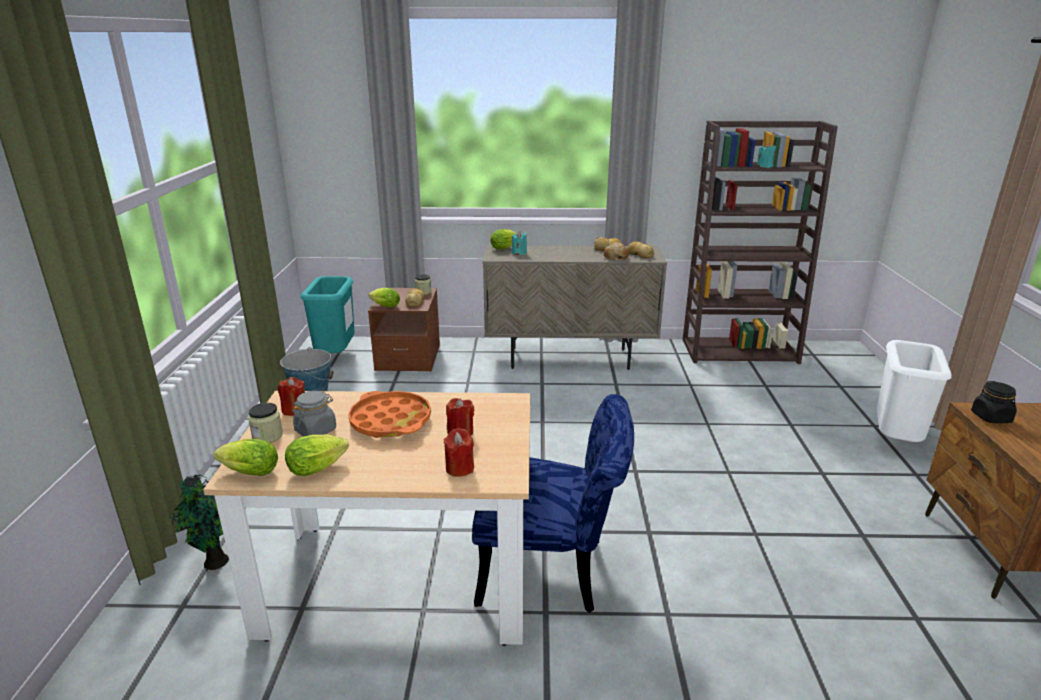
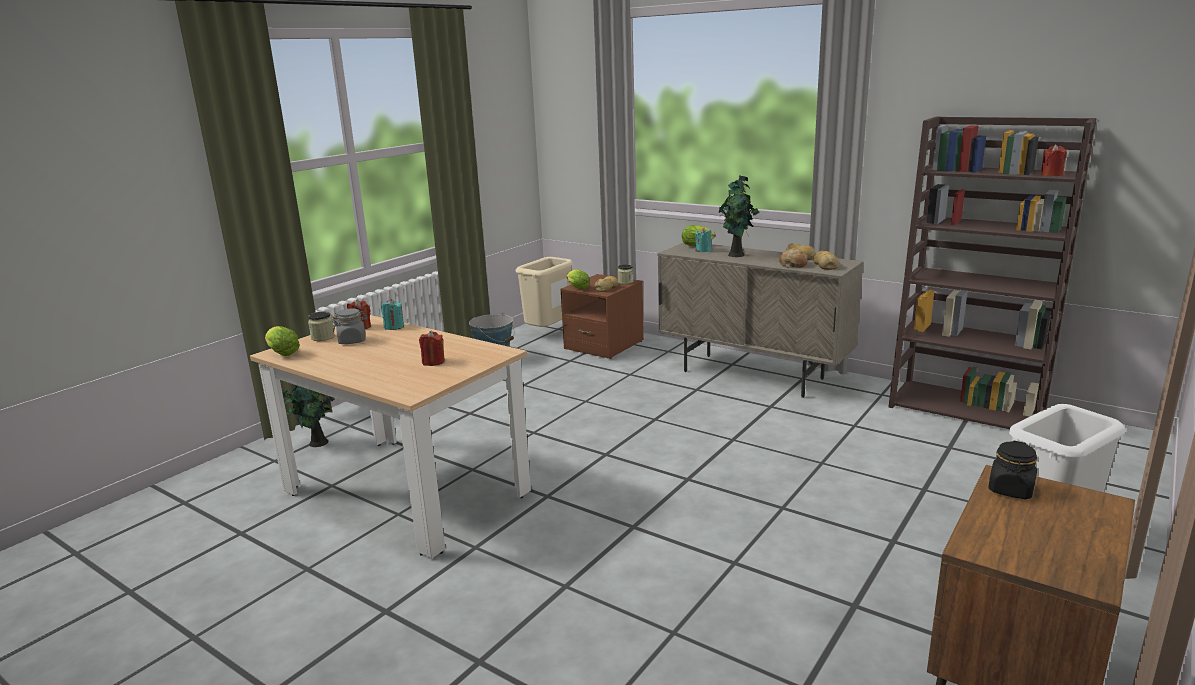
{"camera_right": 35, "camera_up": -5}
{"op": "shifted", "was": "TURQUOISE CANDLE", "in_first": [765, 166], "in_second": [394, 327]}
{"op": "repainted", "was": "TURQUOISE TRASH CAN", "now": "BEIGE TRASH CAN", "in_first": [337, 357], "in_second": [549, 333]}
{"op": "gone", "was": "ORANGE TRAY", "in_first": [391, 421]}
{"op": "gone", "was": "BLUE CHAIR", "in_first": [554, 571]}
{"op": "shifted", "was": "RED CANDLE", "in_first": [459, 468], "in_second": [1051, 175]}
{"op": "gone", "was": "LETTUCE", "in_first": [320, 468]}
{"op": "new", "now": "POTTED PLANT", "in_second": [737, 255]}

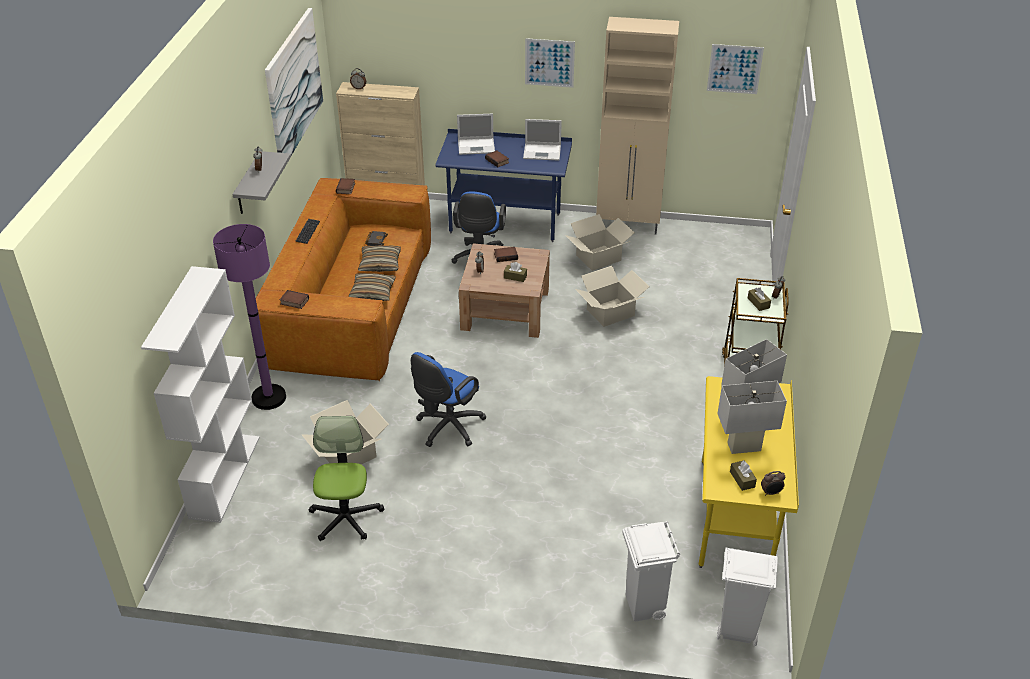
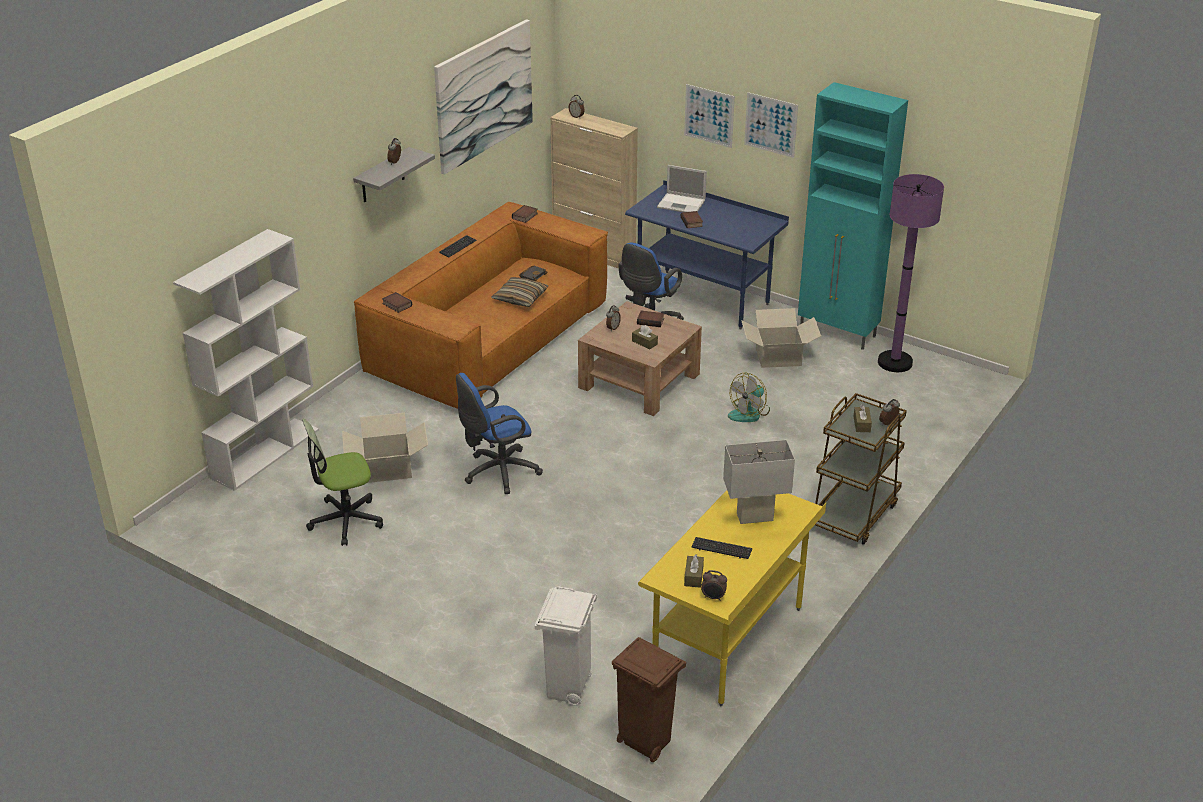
{"camera_right": 25, "camera_up": -5}
{"op": "repainted", "was": "BEIGE CABINET", "now": "TURQUOISE CABINET", "in_first": [628, 225], "in_second": [838, 333]}
{"op": "shifted", "was": "PICTURE", "in_first": [734, 69], "in_second": [709, 115]}
{"op": "gone", "was": "LAPTOP", "in_first": [543, 152]}
{"op": "shifted", "was": "PURPLE FLOOR LAMP", "in_first": [269, 398], "in_second": [895, 362]}
{"op": "swapped", "was": "CARDBOARD BOX", "now": "FAN", "in_first": [611, 312], "in_second": [749, 413]}
{"op": "gone", "was": "PILLOW", "in_first": [372, 292]}
{"op": "swapped", "was": "WHITE TABLE LAMP", "now": "KEYBOARD", "in_first": [744, 447], "in_second": [721, 549]}
{"op": "rotated", "was": "OFFICE CHAIR", "in_first": [345, 517], "in_second": [345, 520], "clockwise": -135}
{"op": "repainted", "was": "WHITE TRASH CAN", "now": "BROWN TRASH CAN", "in_first": [736, 631], "in_second": [644, 743]}

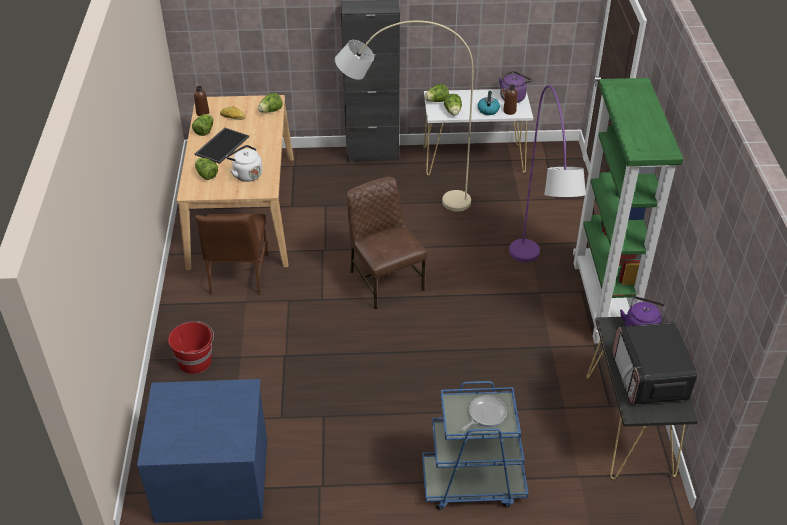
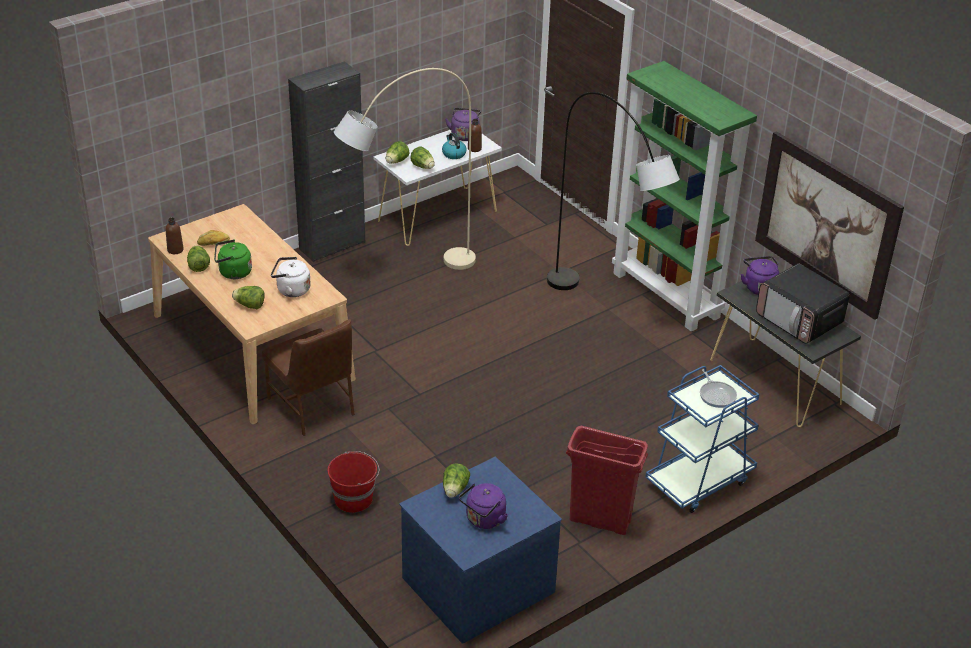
{"camera_right": -35, "camera_up": -5}
{"op": "repainted", "was": "PURPLE FLOOR LAMP", "now": "GREY FLOOR LAMP", "in_first": [534, 292], "in_second": [604, 310]}
{"op": "shifted", "was": "LETTUCE", "in_first": [271, 111], "in_second": [455, 490]}
{"op": "swapped", "was": "TRAY", "now": "GREEN KETTLE", "in_first": [221, 145], "in_second": [233, 273]}
{"op": "gone", "was": "BROWN CHAIR", "in_first": [385, 280]}
{"op": "rotated", "was": "FRYING PAN", "in_first": [485, 414], "in_second": [716, 395], "clockwise": 150}
{"op": "new", "now": "PICTURE", "in_second": [826, 224]}
{"op": "new", "now": "RED TRASH CAN", "in_second": [599, 521]}
{"op": "new", "now": "PURPLE KETTLE", "in_second": [484, 520]}

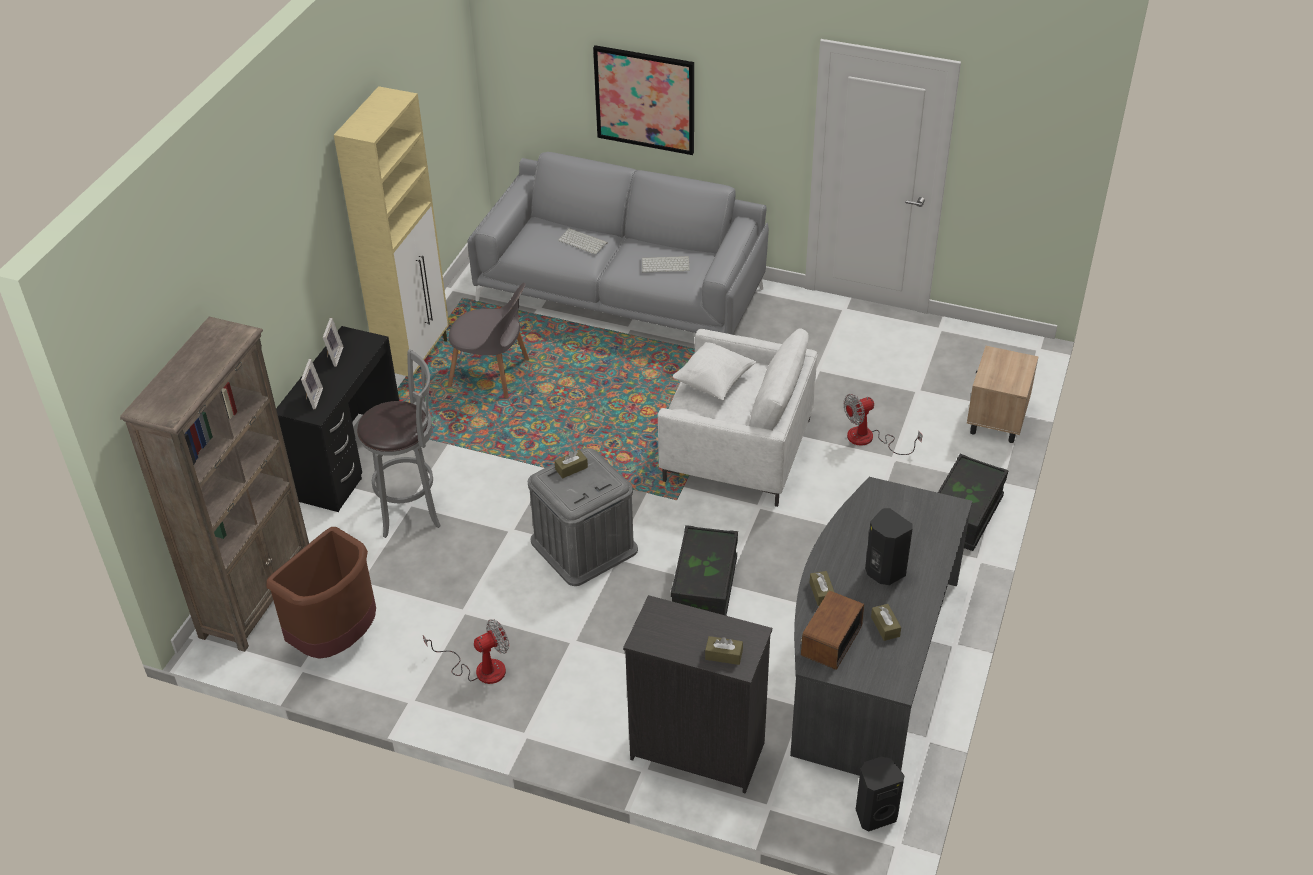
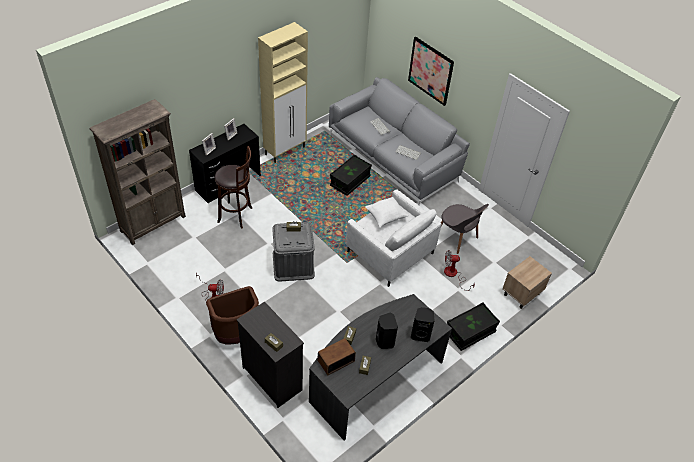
{"camera_right": 25, "camera_up": 5}
{"op": "shifted", "was": "GREY CHAIR", "in_first": [492, 374], "in_second": [457, 238]}
{"op": "repainted", "was": "GREY STOOL", "now": "BROWN STOOL", "in_first": [412, 509], "in_second": [237, 215]}
{"op": "shifted", "was": "BLACK STORAGE BOX", "in_first": [705, 588], "in_second": [350, 181]}
{"op": "shifted", "was": "BROWN TRASH CAN", "in_first": [337, 637], "in_second": [237, 335]}
{"op": "shifted", "was": "BLACK SPEAKER", "in_first": [875, 814], "in_second": [420, 334]}

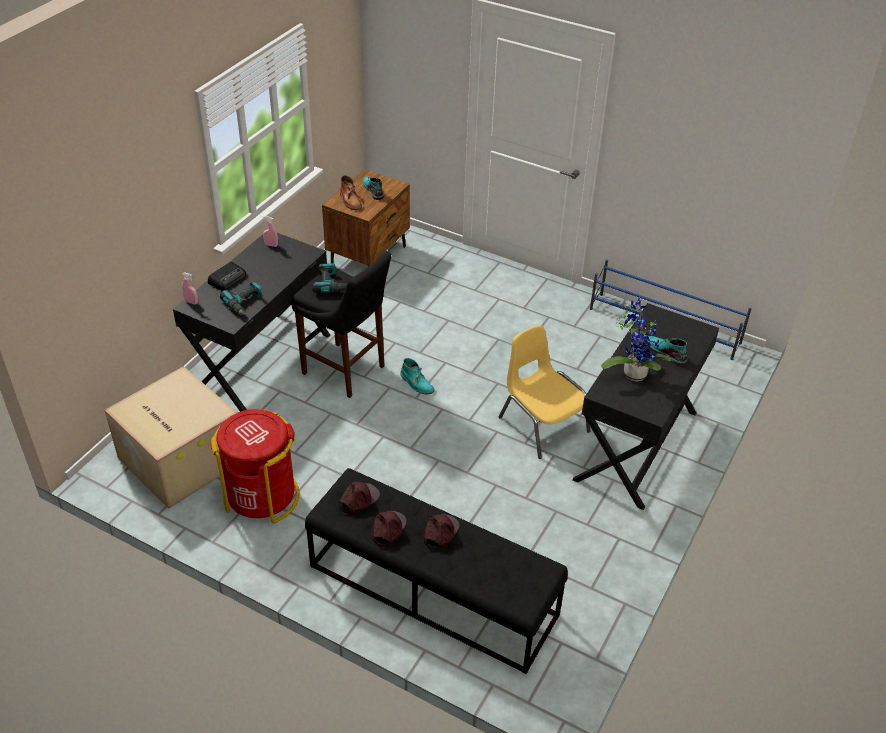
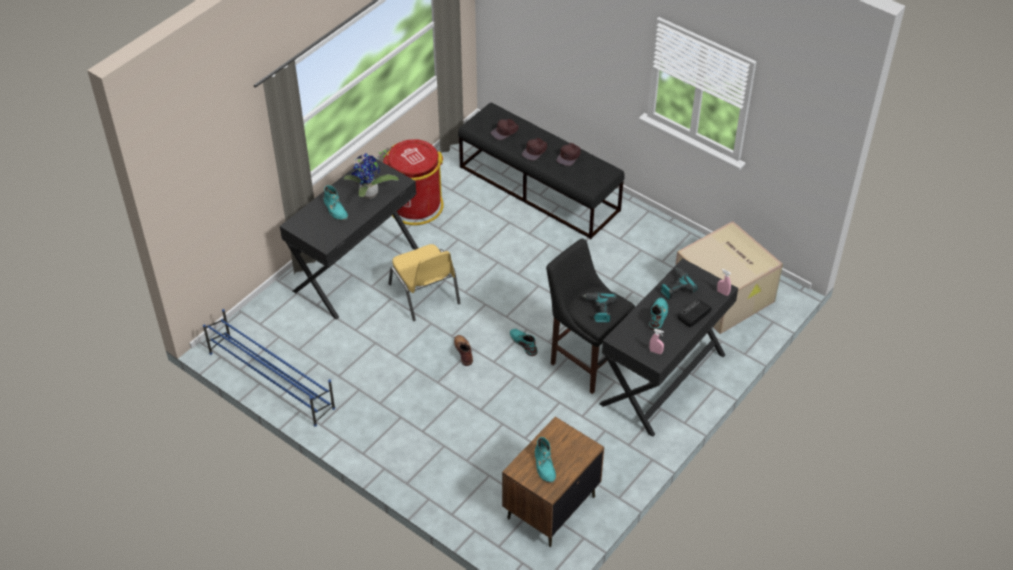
{"camera_right": -170, "camera_up": 5}
{"op": "shifted", "was": "BROWN BOOT", "in_first": [350, 200], "in_second": [463, 351]}
{"op": "shifted", "was": "RED TRASH CAN", "in_first": [262, 496], "in_second": [415, 206]}
{"op": "shifted", "was": "BROWN CAP", "in_first": [358, 499], "in_second": [505, 131]}
{"op": "new", "now": "TURQUOISE BOOT", "in_second": [658, 315]}

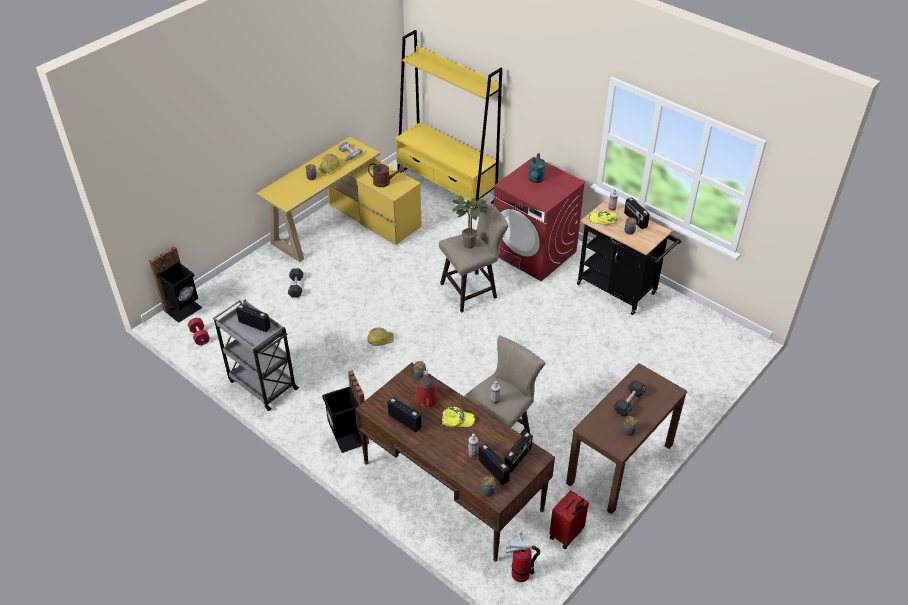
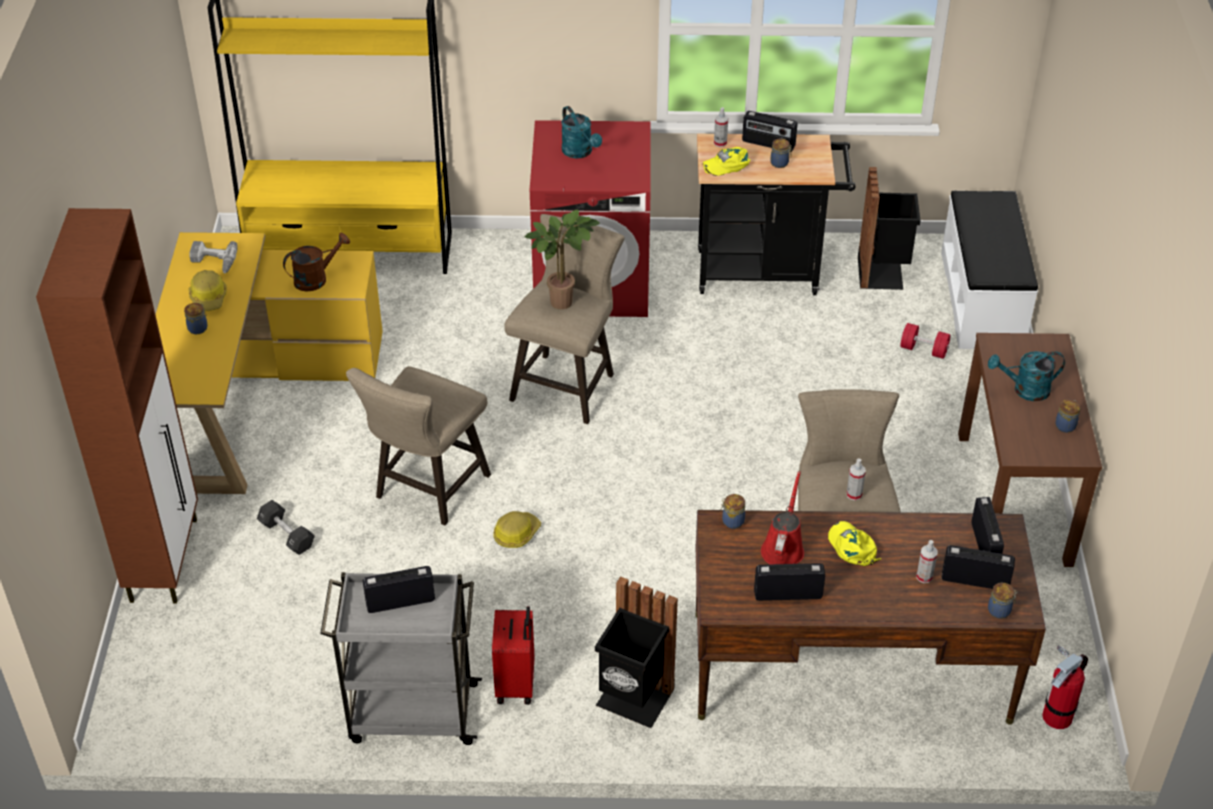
{"camera_right": -40, "camera_up": 0}
{"op": "shifted", "was": "BLACK TRASH CAN", "in_first": [184, 309], "in_second": [883, 273]}
{"op": "shifted", "was": "RED DUMBBELL", "in_first": [200, 336], "in_second": [923, 350]}
{"op": "rotated", "was": "RED WATERING CAN", "in_first": [427, 401], "in_second": [783, 548], "clockwise": -120}
{"op": "swapped", "was": "BLACK DUMBBELL", "now": "TURQUOISE WATERING CAN", "in_first": [629, 403], "in_second": [1025, 390]}
{"op": "rotated", "was": "YELLOW CAP", "in_first": [457, 420], "in_second": [852, 547], "clockwise": -75}
{"op": "shifted", "was": "RED SUITCASE", "in_first": [567, 535], "in_second": [517, 684]}
{"op": "new", "now": "WHITE BENCH", "in_second": [982, 299]}
{"op": "new", "now": "BROWN CABINET", "in_second": [165, 558]}
{"op": "new", "now": "BEIGE STOOL", "in_second": [427, 491]}

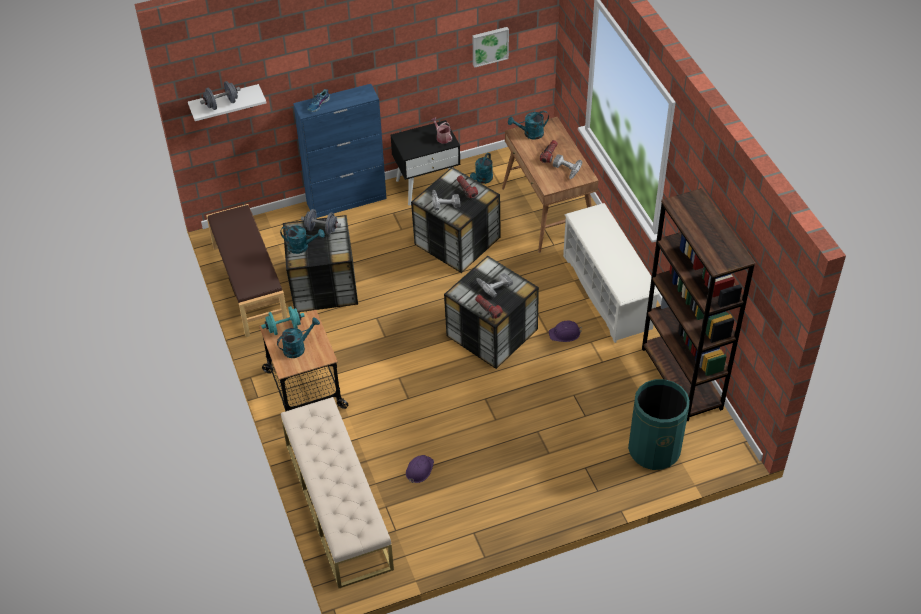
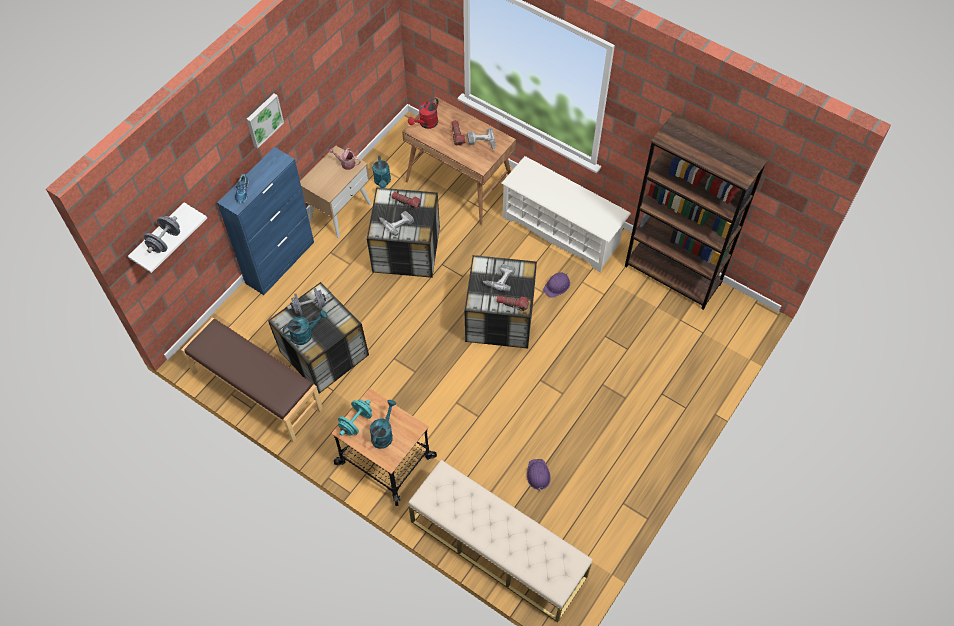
{"camera_right": -35, "camera_up": 10}
{"op": "shifted", "was": "PICTURE", "in_first": [489, 46], "in_second": [263, 119]}
{"op": "repainted", "was": "TURQUOISE WATERING CAN", "now": "RED WATERING CAN", "in_first": [530, 134], "in_second": [426, 124]}
{"op": "repainted", "was": "BLACK NIGHTSTAND", "now": "BEIGE NIGHTSTAND", "in_first": [427, 185], "in_second": [340, 211]}
{"op": "gone", "was": "GREEN TRASH CAN", "in_first": [654, 449]}

